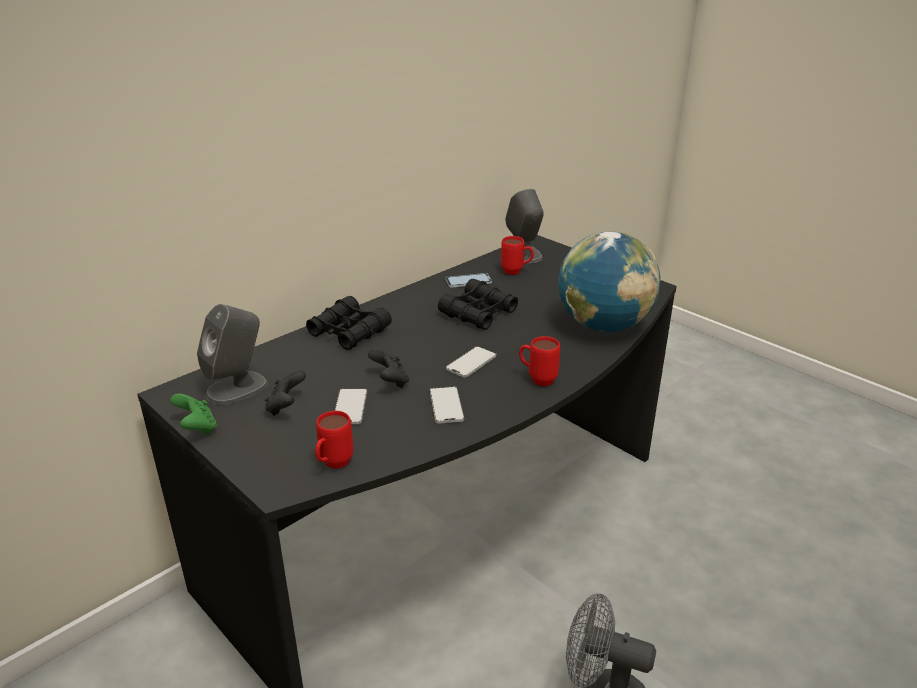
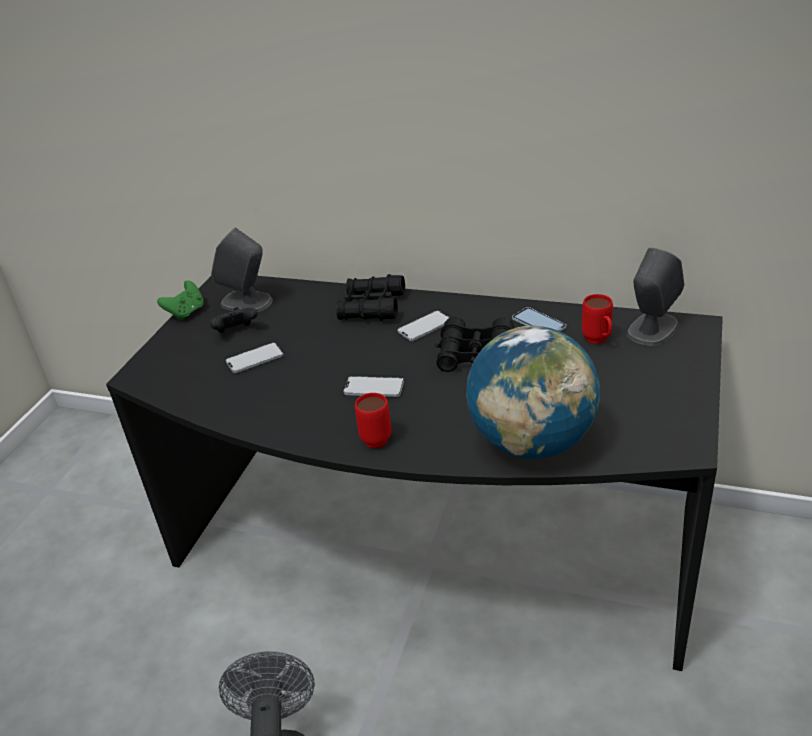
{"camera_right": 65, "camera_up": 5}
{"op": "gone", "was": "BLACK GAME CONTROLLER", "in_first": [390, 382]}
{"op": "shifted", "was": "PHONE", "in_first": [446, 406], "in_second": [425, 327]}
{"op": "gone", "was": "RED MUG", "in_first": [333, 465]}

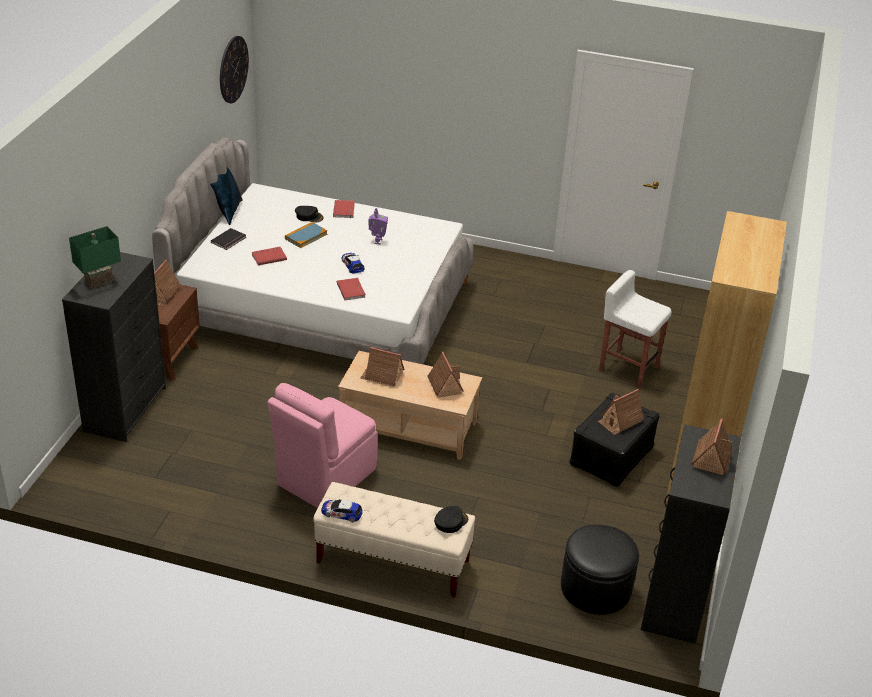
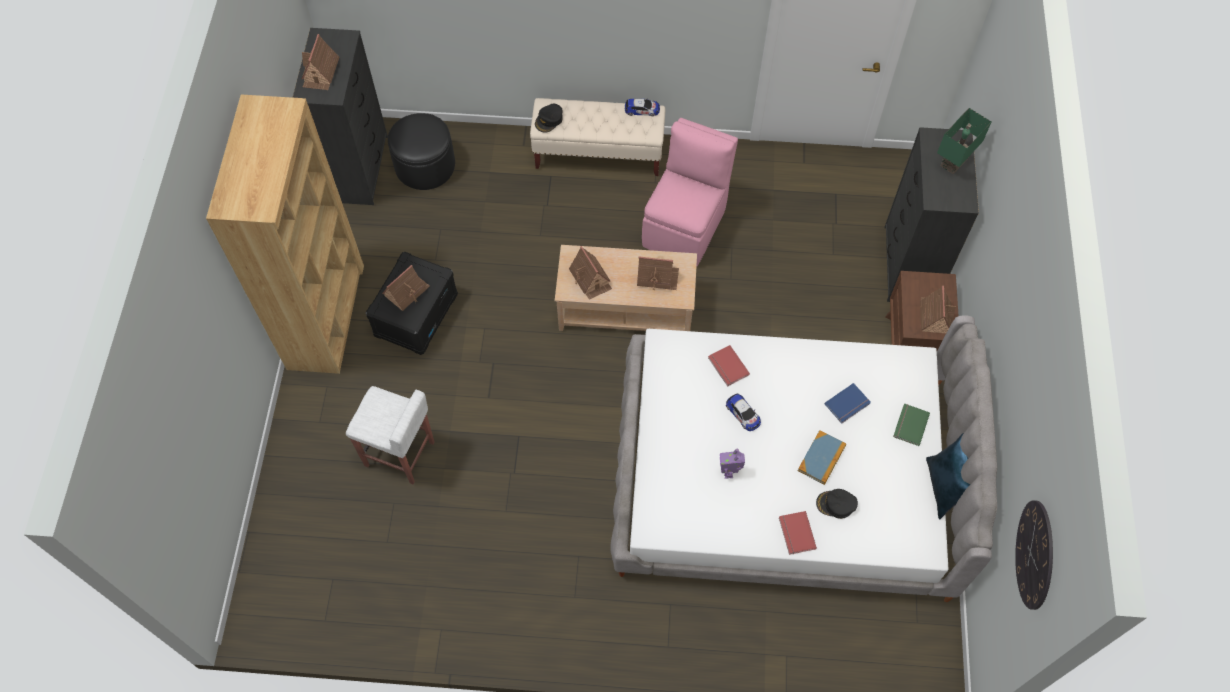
{"camera_right": 170, "camera_up": 25}
{"op": "repainted", "was": "BLACK BOOK", "now": "GREEN BOOK", "in_first": [229, 240], "in_second": [909, 425]}
{"op": "repainted", "was": "RED BOOK", "now": "BLUE BOOK", "in_first": [268, 256], "in_second": [848, 404]}

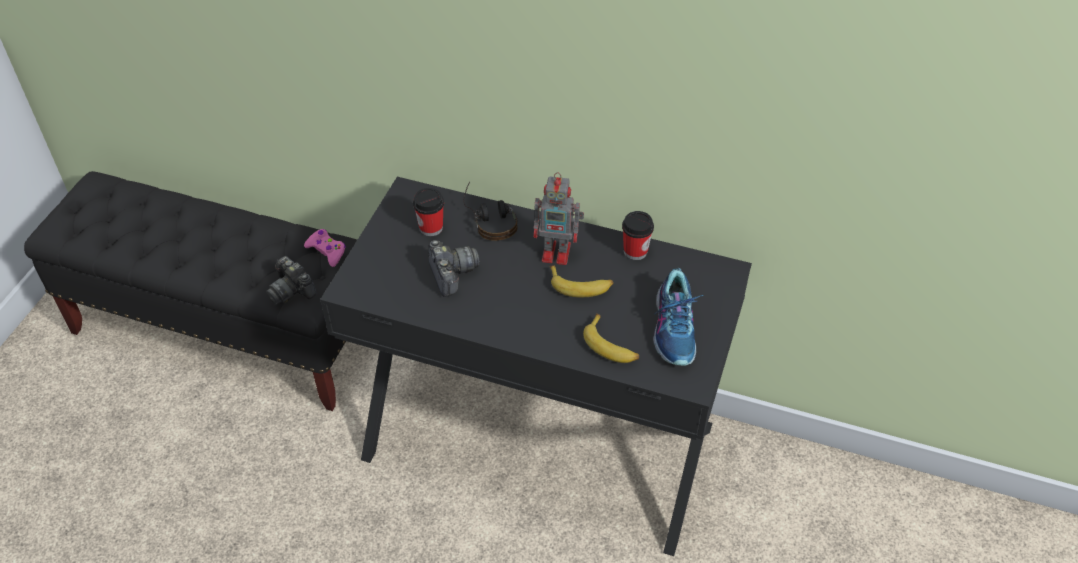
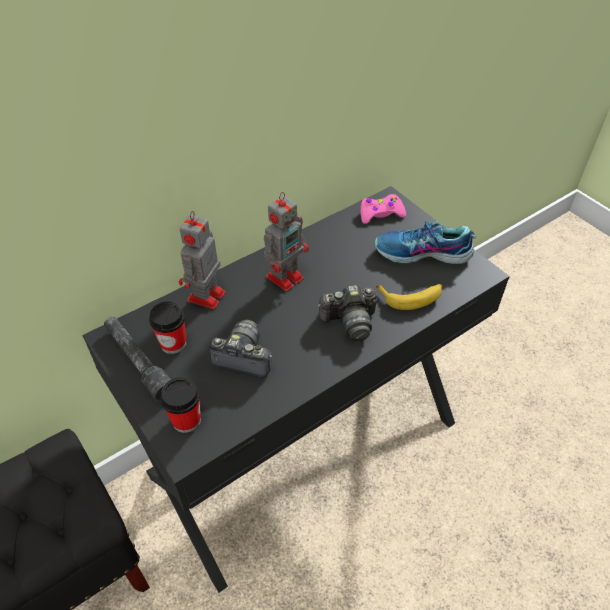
{"camera_right": -55, "camera_up": 0}
{"op": "swapped", "was": "HEADPHONES", "now": "TOY ROBOT", "in_first": [490, 218], "in_second": [205, 298]}
{"op": "shifted", "was": "CUP", "in_first": [635, 251], "in_second": [186, 420]}
{"op": "shifted", "was": "PINK GAME CONTROLLER", "in_first": [327, 251], "in_second": [380, 213]}
{"op": "shifted", "was": "PHOTO CAMERA", "in_first": [291, 290], "in_second": [349, 322]}
{"op": "gone", "was": "BANANA", "in_first": [580, 286]}
{"op": "rotated", "was": "SHOE", "in_first": [675, 329], "in_second": [422, 254], "clockwise": 150}
{"op": "new", "now": "GREY FLASHLIGHT", "in_second": [138, 361]}

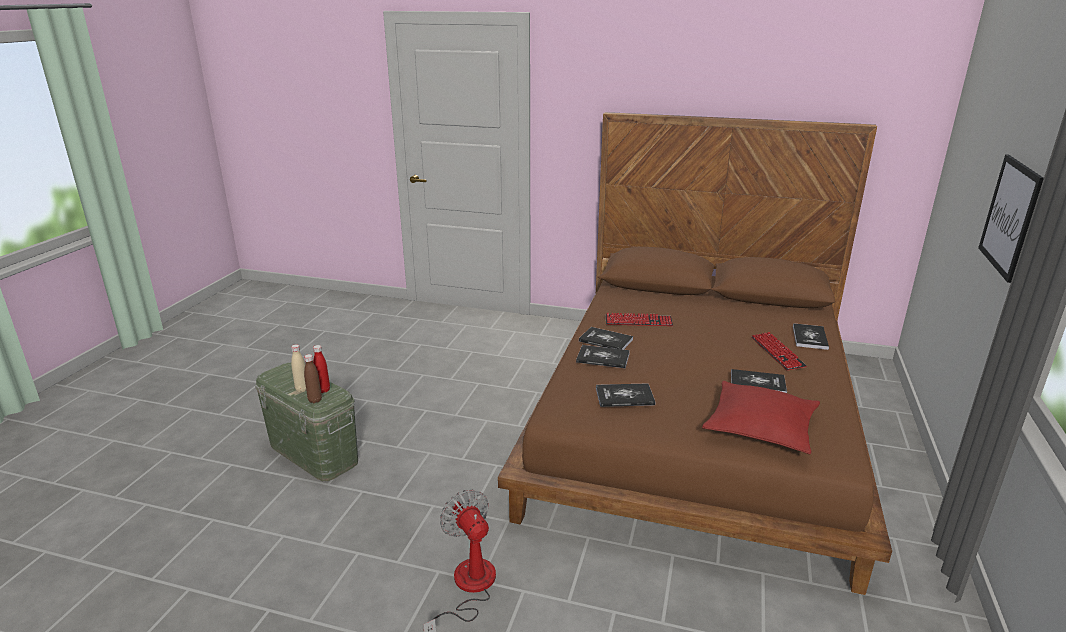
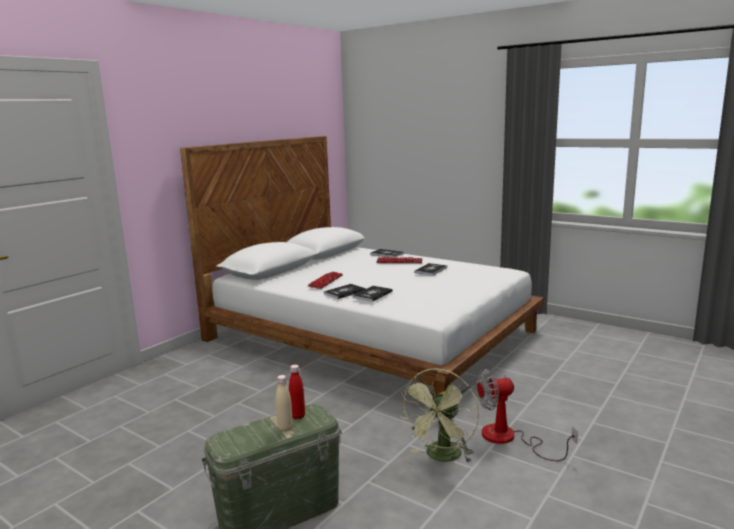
{"camera_right": -70, "camera_up": -10}
{"op": "repainted", "was": "BROWN BED", "now": "WHITE BED", "in_first": [696, 423], "in_second": [372, 335]}
{"op": "gone", "was": "PICTURE", "in_first": [1009, 216]}
{"op": "gone", "was": "BROWN BOTTLE", "in_first": [315, 400]}
{"op": "gone", "was": "RED PILLOW", "in_first": [760, 427]}
{"op": "gone", "was": "BOOK", "in_first": [624, 396]}
{"op": "new", "now": "GREEN FAN", "in_second": [442, 457]}

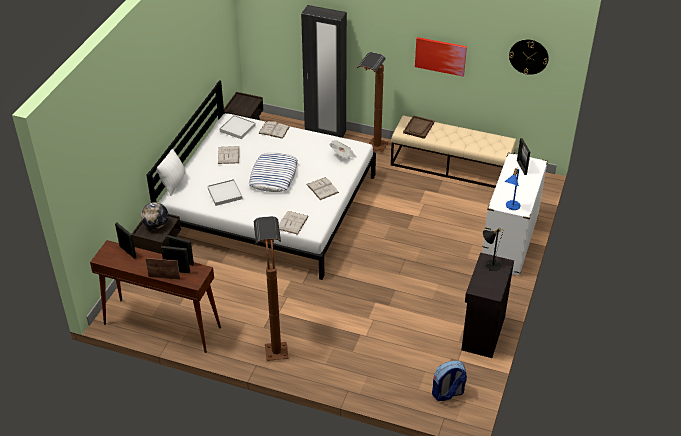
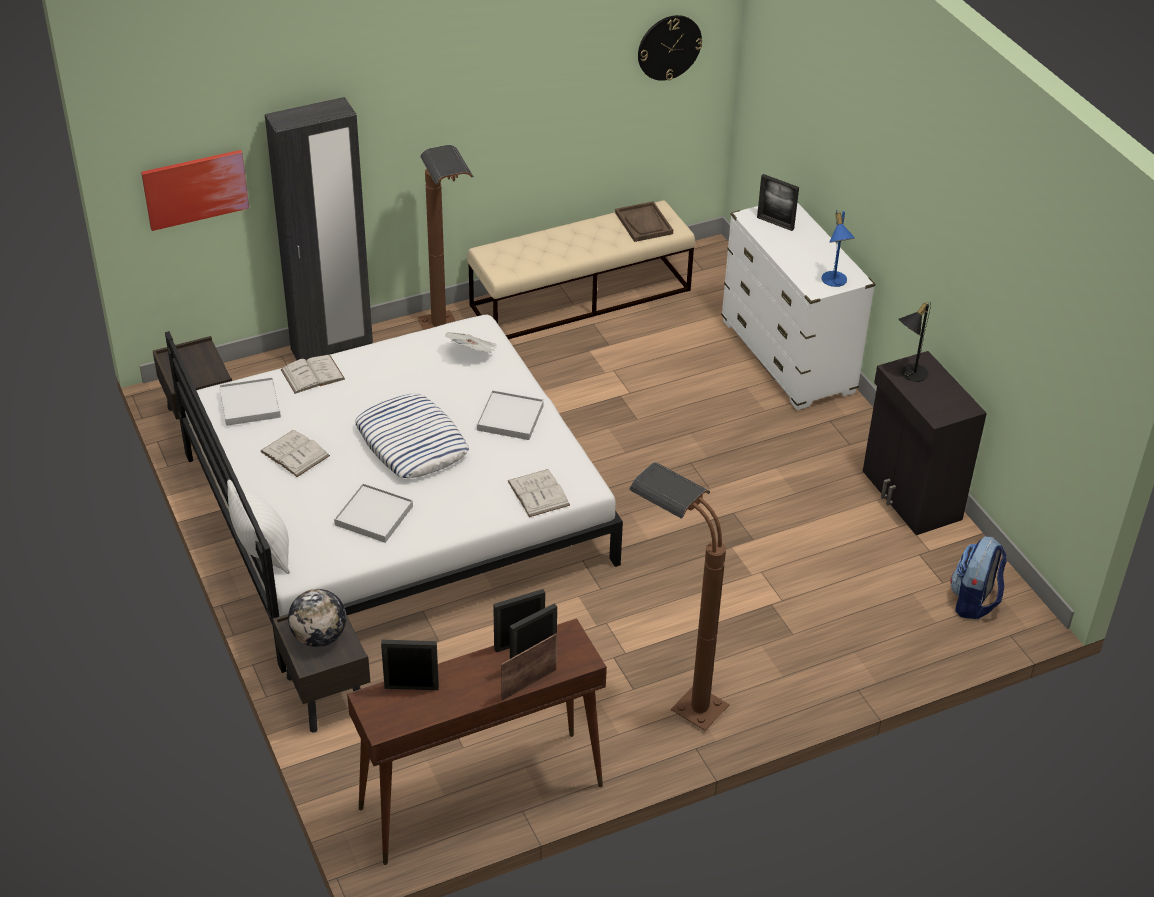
{"camera_right": -45, "camera_up": 0}
{"op": "shifted", "was": "PICTURE", "in_first": [440, 56], "in_second": [195, 189]}
{"op": "shifted", "was": "BROWN TRAY", "in_first": [418, 128], "in_second": [644, 223]}
{"op": "swapped", "was": "WHITE BOOK", "now": "WHITE TRAY", "in_first": [322, 188], "in_second": [510, 418]}

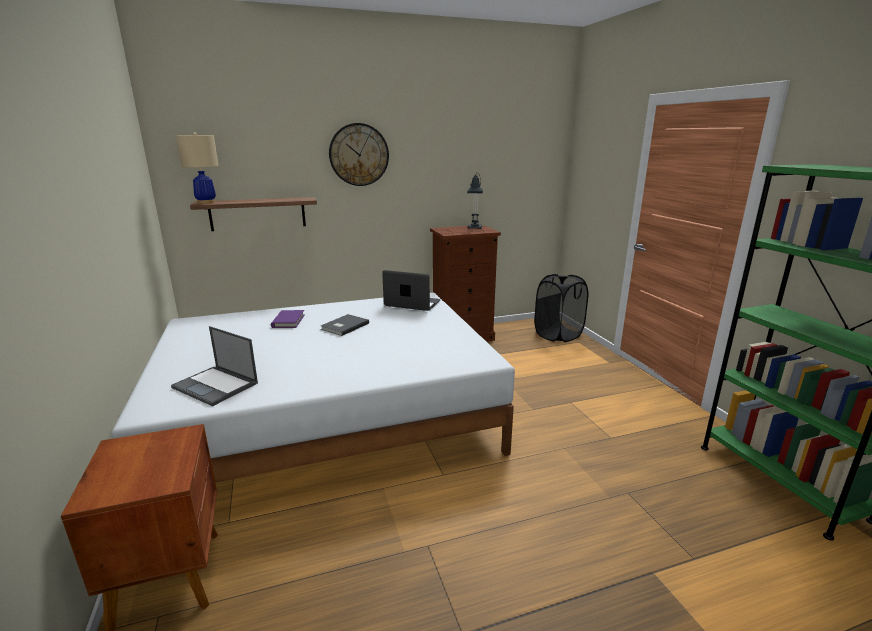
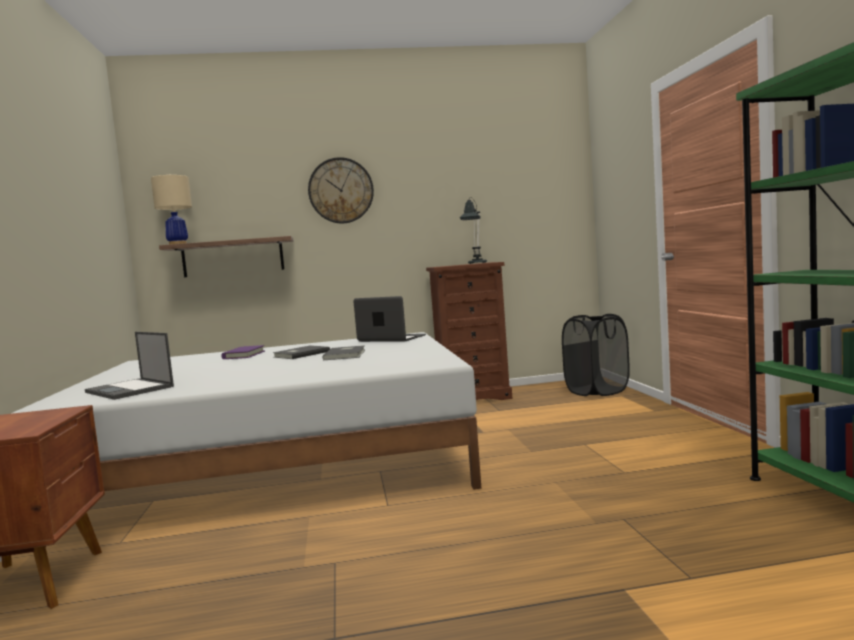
{"camera_right": 10, "camera_up": -15}
{"op": "new", "now": "GREY BOOK", "in_second": [346, 354]}

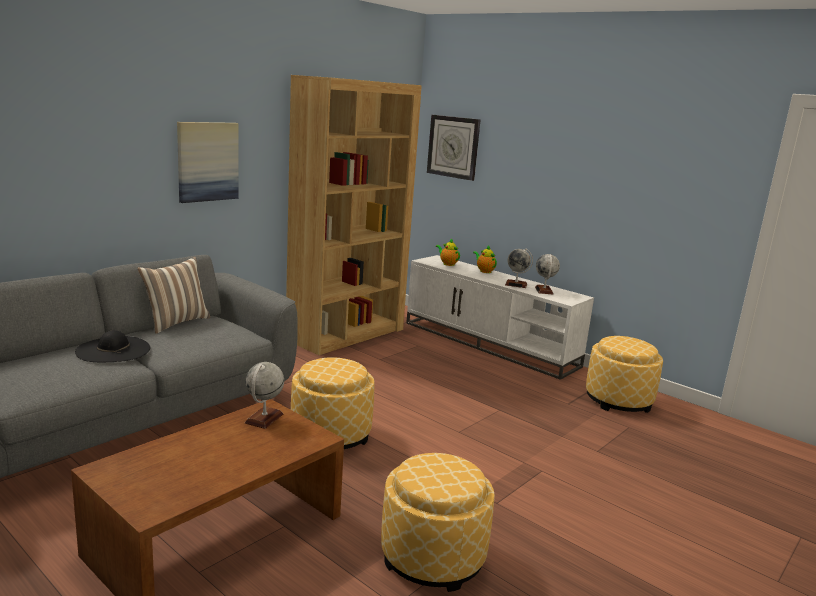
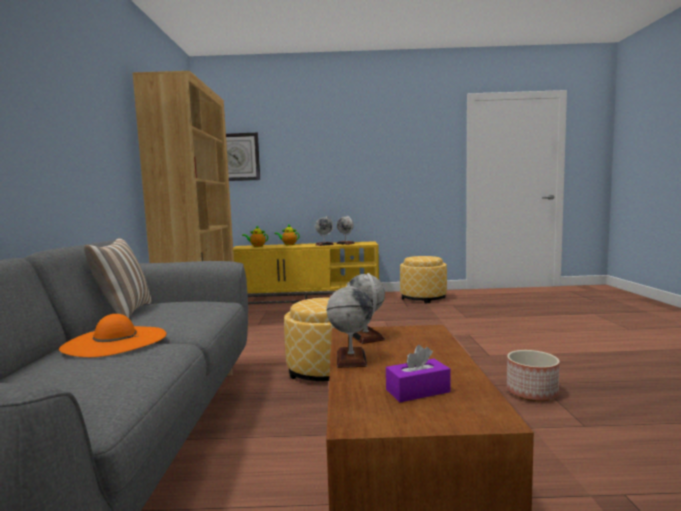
{"camera_right": -40, "camera_up": -10}
{"op": "gone", "was": "PICTURE", "in_first": [207, 161]}
{"op": "repainted", "was": "WHITE TV STAND", "now": "YELLOW TV STAND", "in_first": [490, 344], "in_second": [307, 298]}
{"op": "repainted", "was": "BLACK HAT", "now": "ORANGE HAT", "in_first": [113, 350], "in_second": [115, 341]}
{"op": "swapped", "was": "OTTOMAN", "now": "PLANTER", "in_first": [433, 556], "in_second": [532, 393]}
{"op": "new", "now": "GLOBE", "in_second": [351, 359]}
{"op": "new", "now": "PURPLE TISSUE BOX", "in_second": [417, 391]}

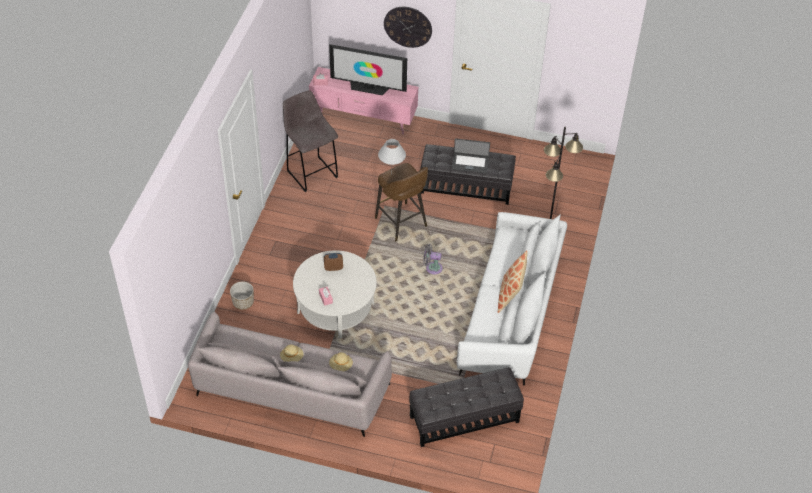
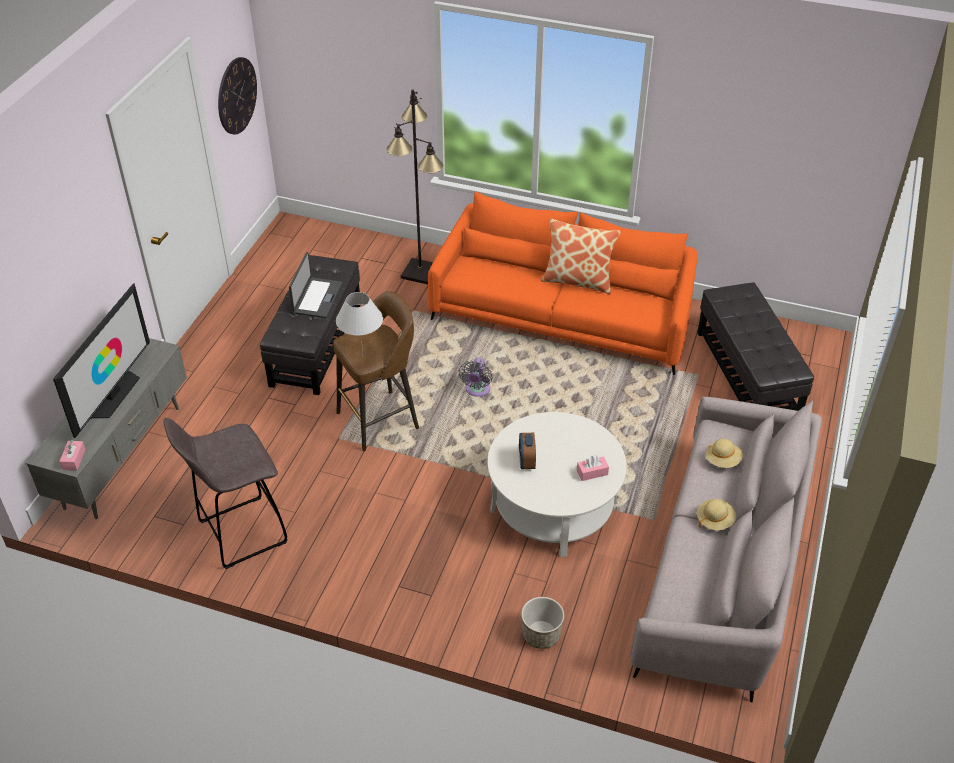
{"camera_right": -85, "camera_up": -5}
{"op": "shifted", "was": "WALL CLOCK", "in_first": [408, 26], "in_second": [237, 95]}
{"op": "repainted", "was": "PINK TV STAND", "now": "GREY TV STAND", "in_first": [364, 119], "in_second": [124, 457]}
{"op": "repainted", "was": "WHITE SOFA", "now": "ORANGE SOFA", "in_first": [511, 312], "in_second": [562, 317]}

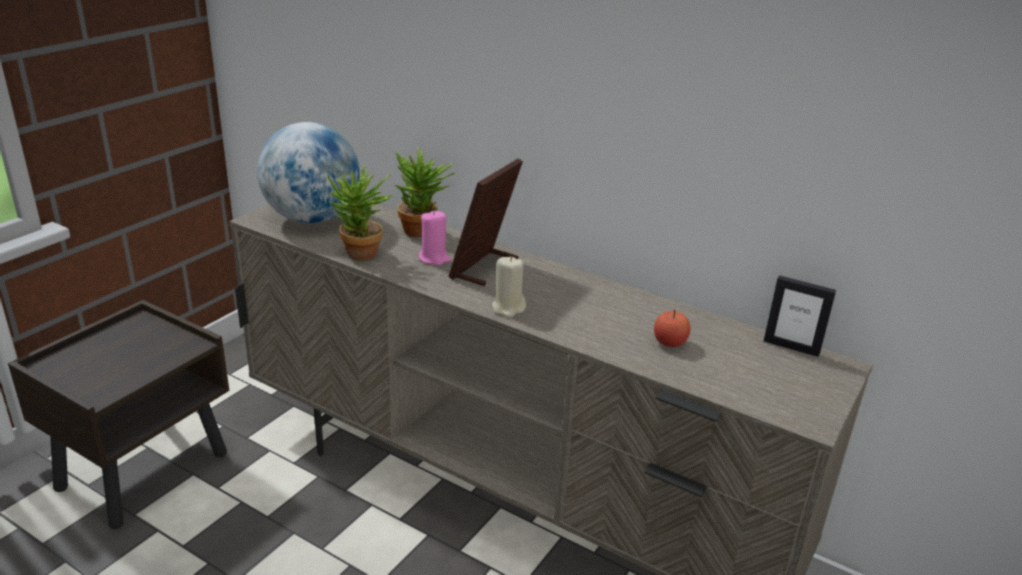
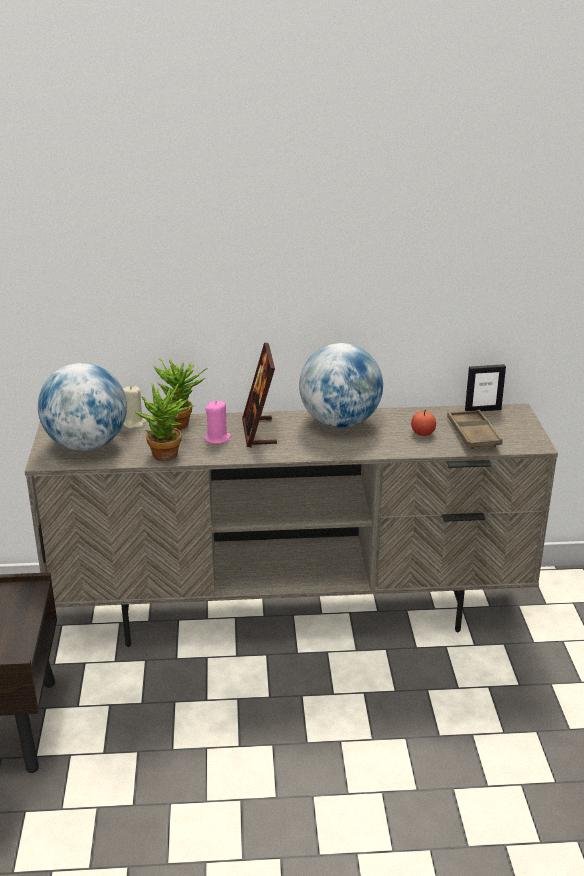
{"camera_right": -35, "camera_up": 0}
{"op": "shifted", "was": "BEIGE CANDLE", "in_first": [508, 308], "in_second": [134, 423]}
{"op": "new", "now": "GLOBE", "in_second": [340, 422]}
{"op": "new", "now": "BROWN TRAY", "in_second": [473, 434]}

